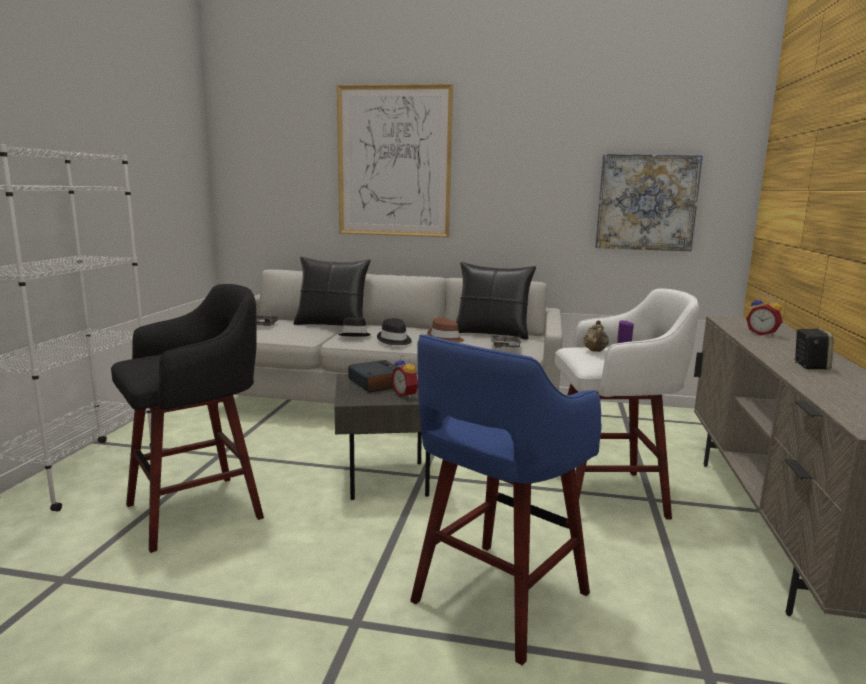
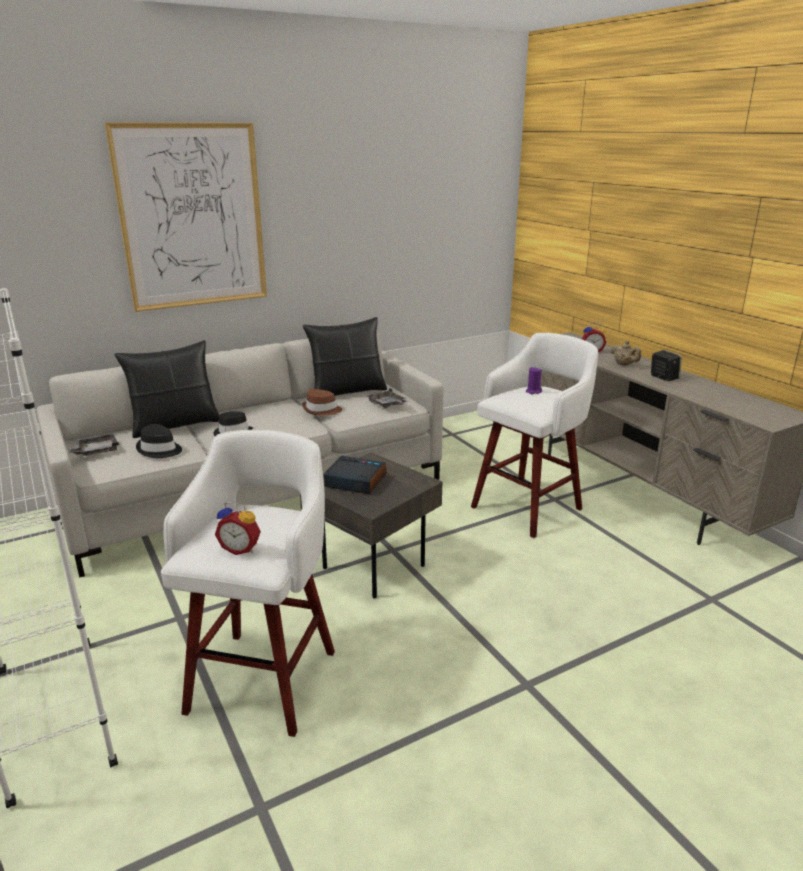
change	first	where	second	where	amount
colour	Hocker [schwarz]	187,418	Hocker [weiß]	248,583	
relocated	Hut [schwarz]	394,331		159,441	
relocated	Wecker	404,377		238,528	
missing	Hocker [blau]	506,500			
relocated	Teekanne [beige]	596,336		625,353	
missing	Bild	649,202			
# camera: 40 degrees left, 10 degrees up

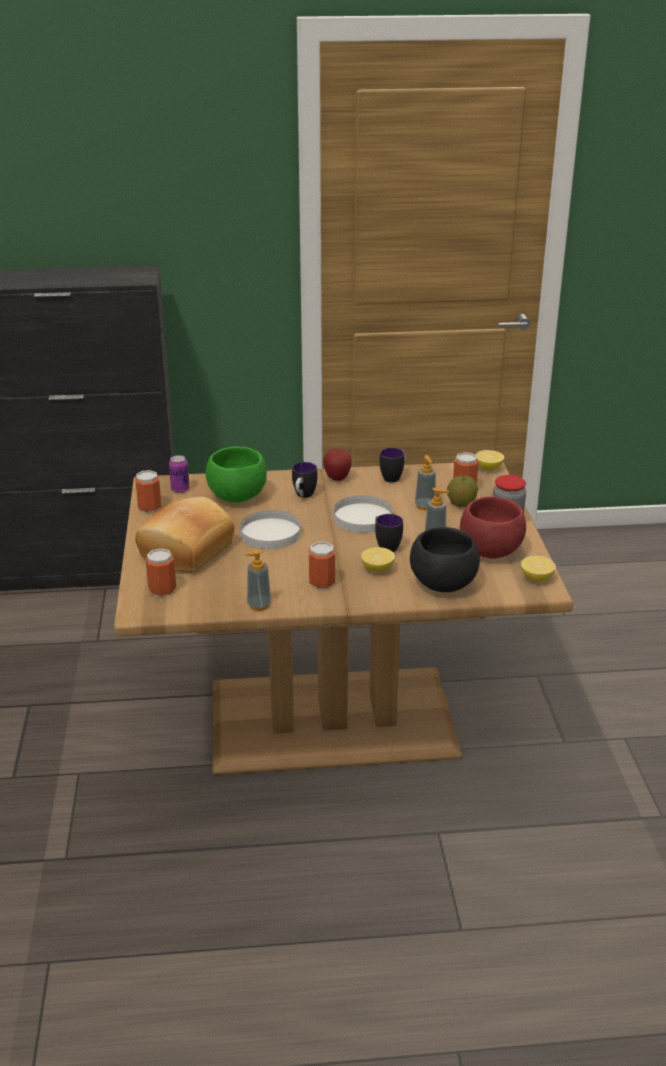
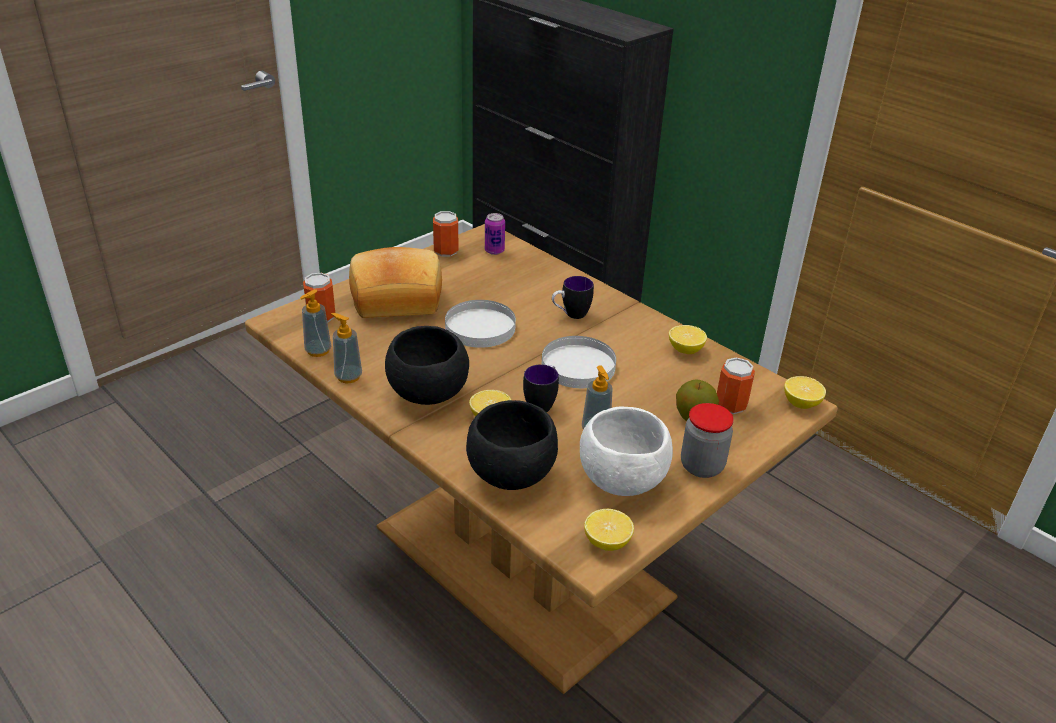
change	first	where	second	where	amount
missing	Schüssel [grün]	236,474			
exchanged	Dose	322,565	Schüssel [schwarz]	427,365	
missing	Apfel	337,465			
exchanged	Henkelbecher	393,465	Zitrone	688,339	
relocated	Seifenspender	425,482		315,323	
colour	Schüssel [rot]	493,527	Schüssel [weiß]	626,451	
# camera: 50 degrees right, 5 degrees up

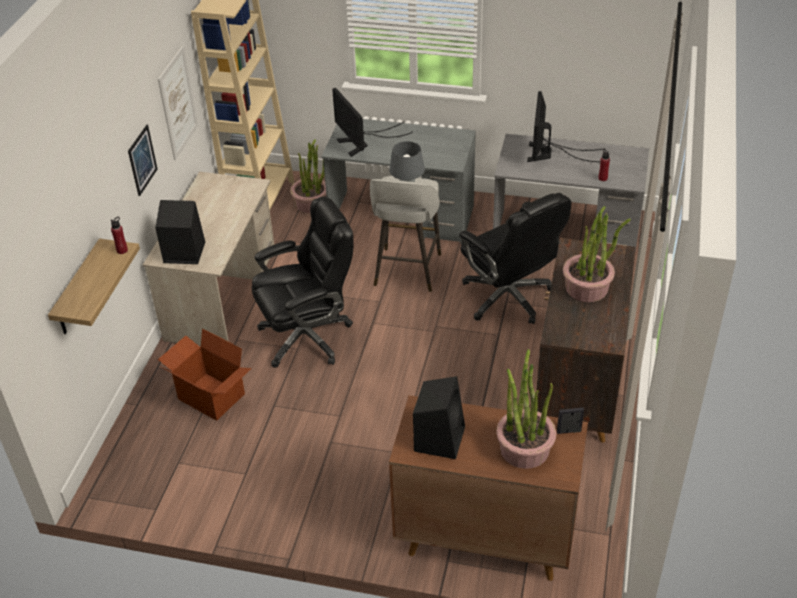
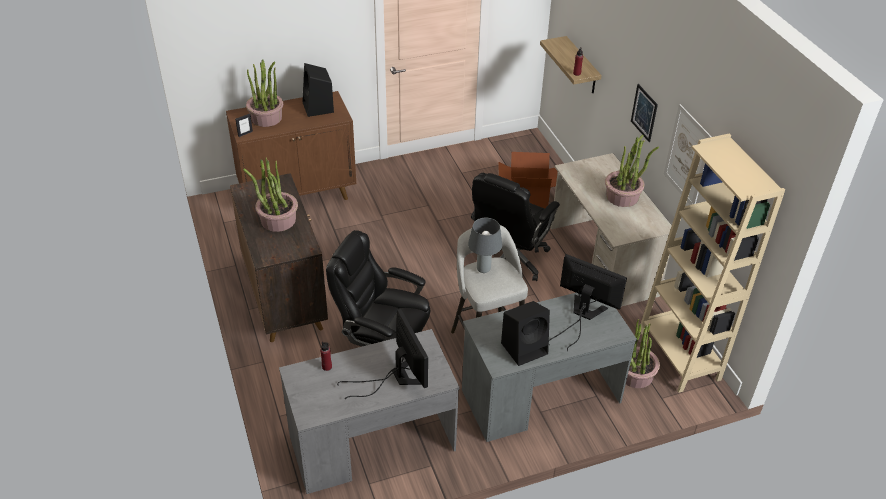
change	first	where	second	where	amount
relocated	Lautsprecher [schwarz]	180,232		525,333	
appeared			Topfpflanze	632,171	
# camera: 145 degrees right, 0 degrees up

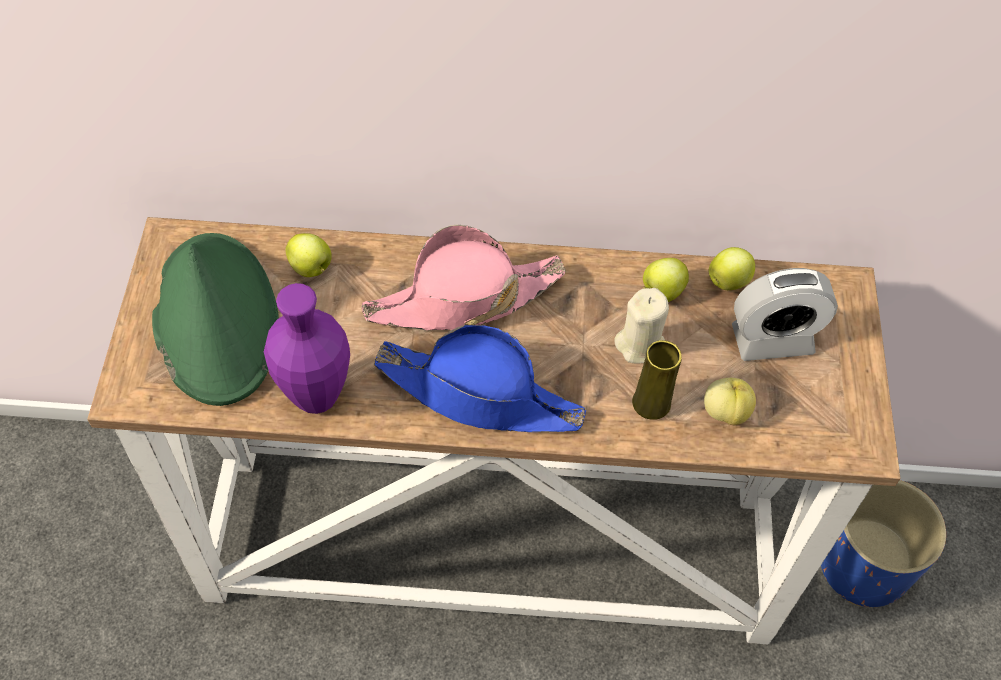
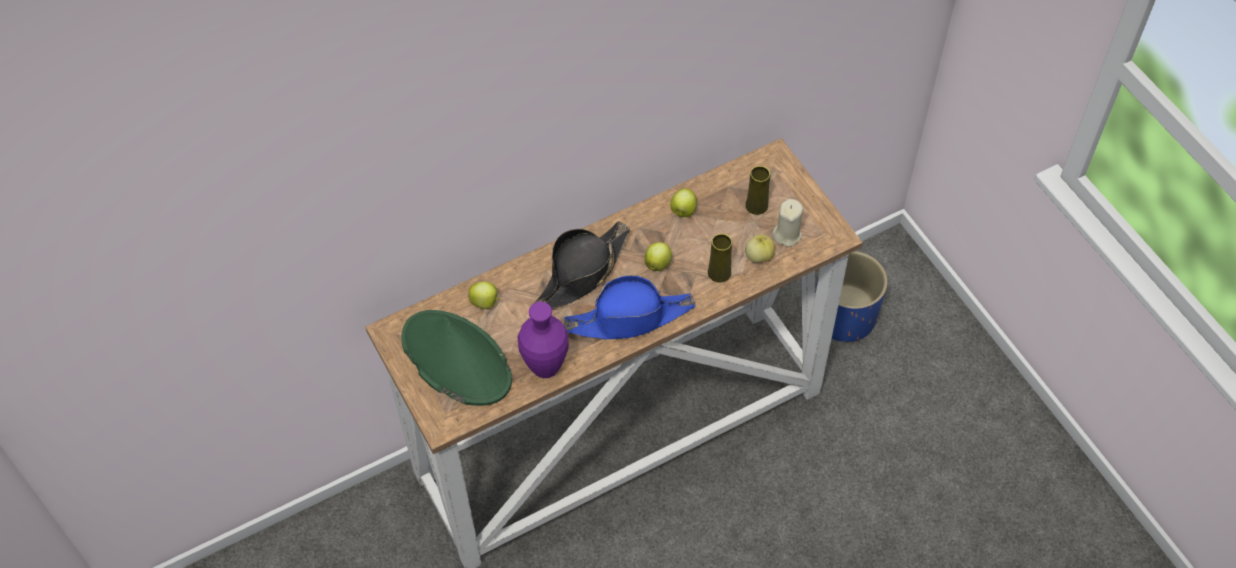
change	first	where	second	where	amount
colour	Hut [rosa]	464,277	Hut [schwarz]	581,265	
relocated	Kerze [beige]	641,325		787,223	
relocated	Apfel	731,268		658,256	
exchanged	Wecker	785,314	Vase [gelb]	758,190	
# camera: 30 degrees left, 0 degrees up

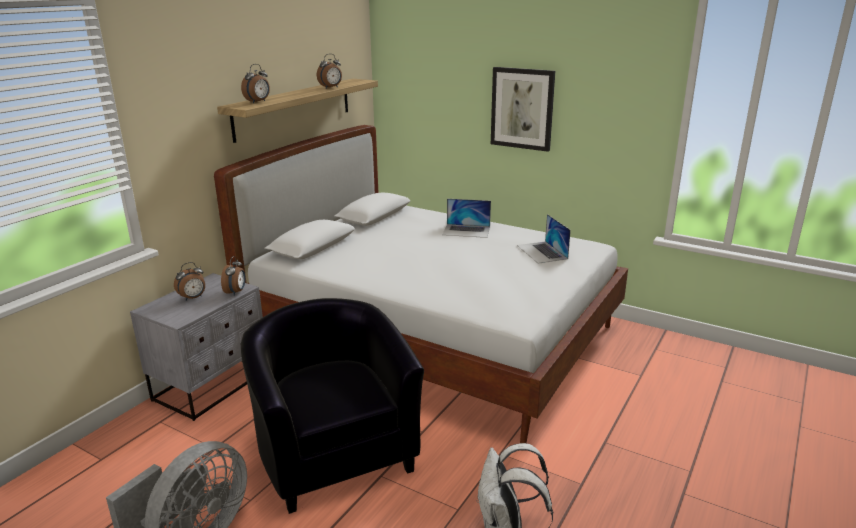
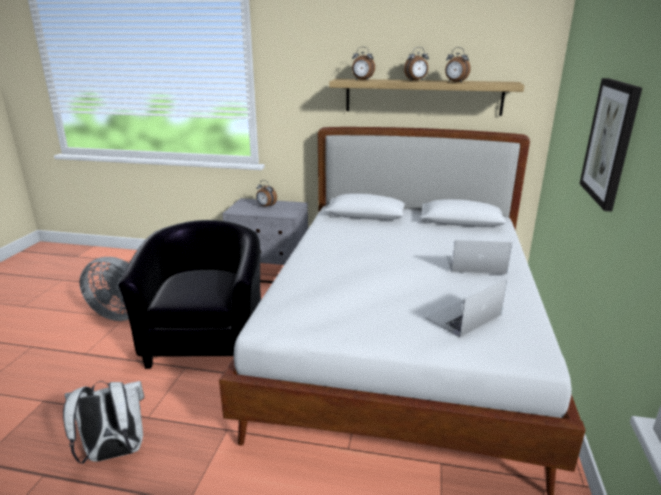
change	first	where	second	where	amount
relocated	Wecker	233,276		416,64	
spun	Sessel [schwarz]	332,406		189,294	45 degrees counterclockwise
spun	Laptop	466,218		479,257	105 degrees clockwise
# camera: 70 degrees right, 0 degrees up

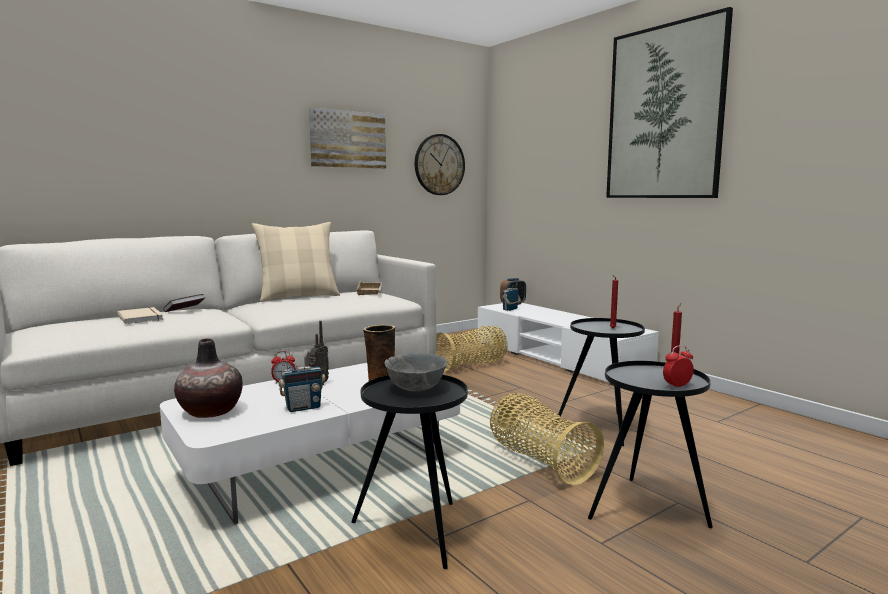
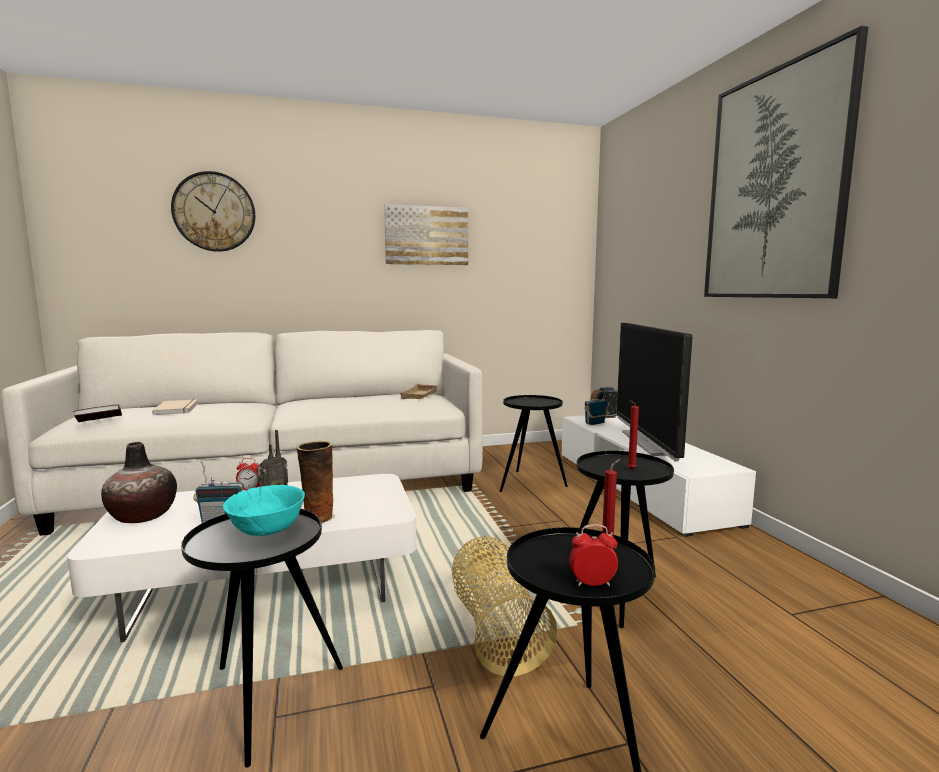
change	first	where	second	where	amount
relocated	Buch	184,303		97,413	
missing	Kissen [beige]	296,262			
colour	Schüssel [grau]	416,372	Schüssel [türkis]	264,510	
relocated	Wanduhr	440,164		213,211	
exchanged	Korb	472,349	Beistelltisch [schwarz]	534,443	
appeared			Fernseher	655,392	
# camera: 20 degrees right, 0 degrees up

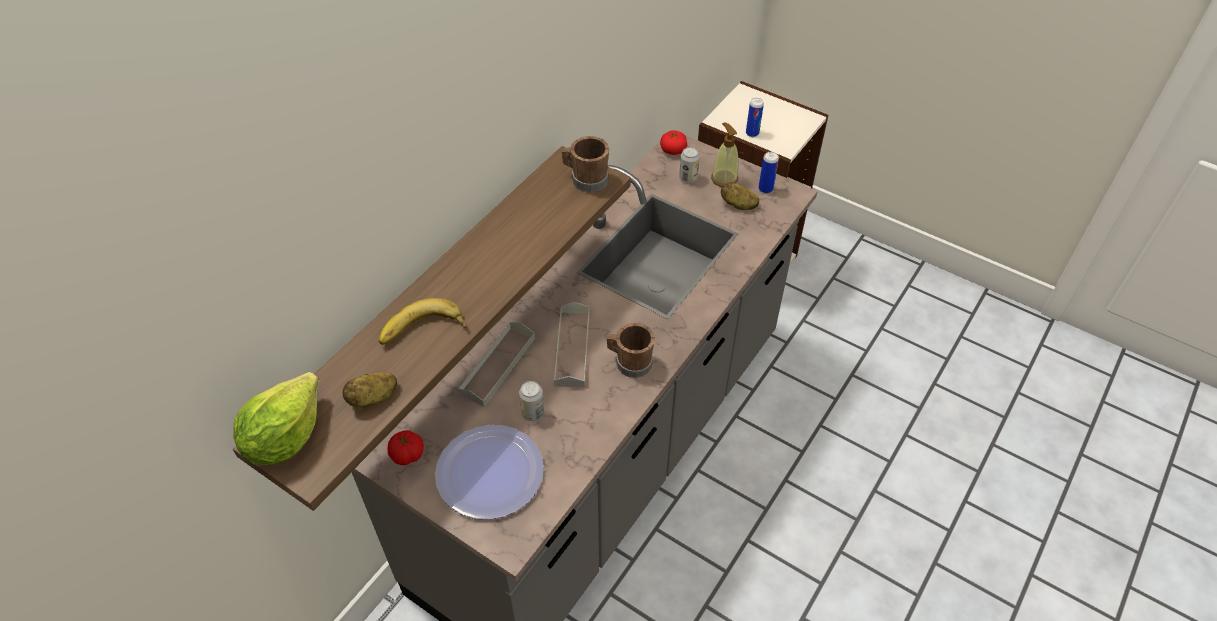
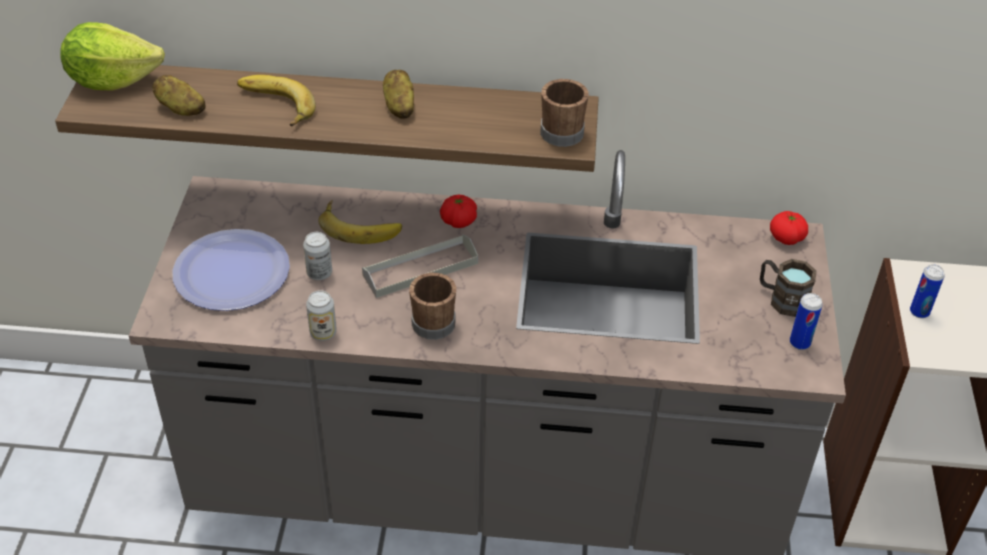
change	first	where	second	where	amount
relocated	Tomate	405,447		458,211	
exchanged	Tablett [grau]	496,364	Banane	360,222	
relocated	Dose	689,165		321,315	
exchanged	Seifenspender	725,154	Henkelbecher [braun]	788,288	
relocated	Kartoffel	740,196		398,94	
# camera: 60 degrees right, 5 degrees down

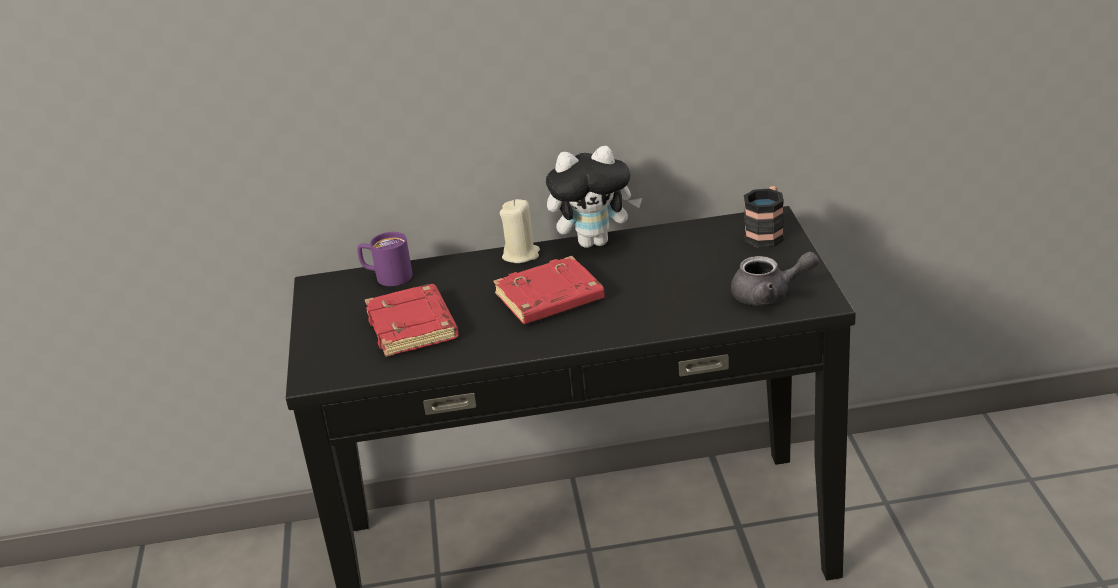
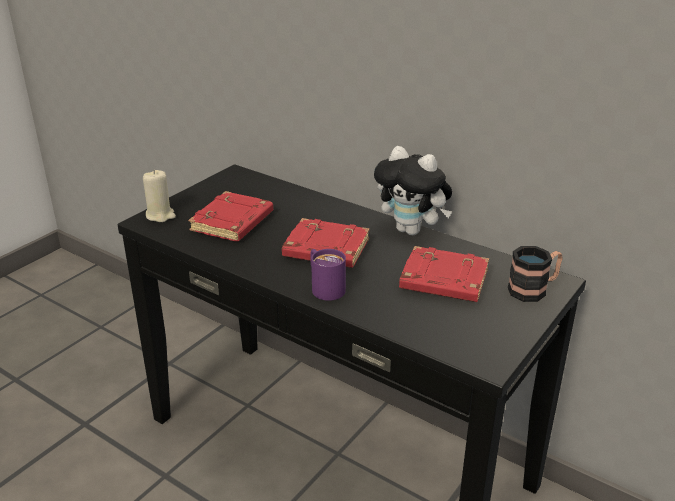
change	first	where	second	where	amount
relocated	Henkelbecher [lila]	385,259		328,275	
relocated	Kerze [beige]	520,231		159,196	
missing	Teekanne [grau]	775,278			
appeared			Buch [rot]	444,274	
# camera: 40 degrees right, 0 degrees up

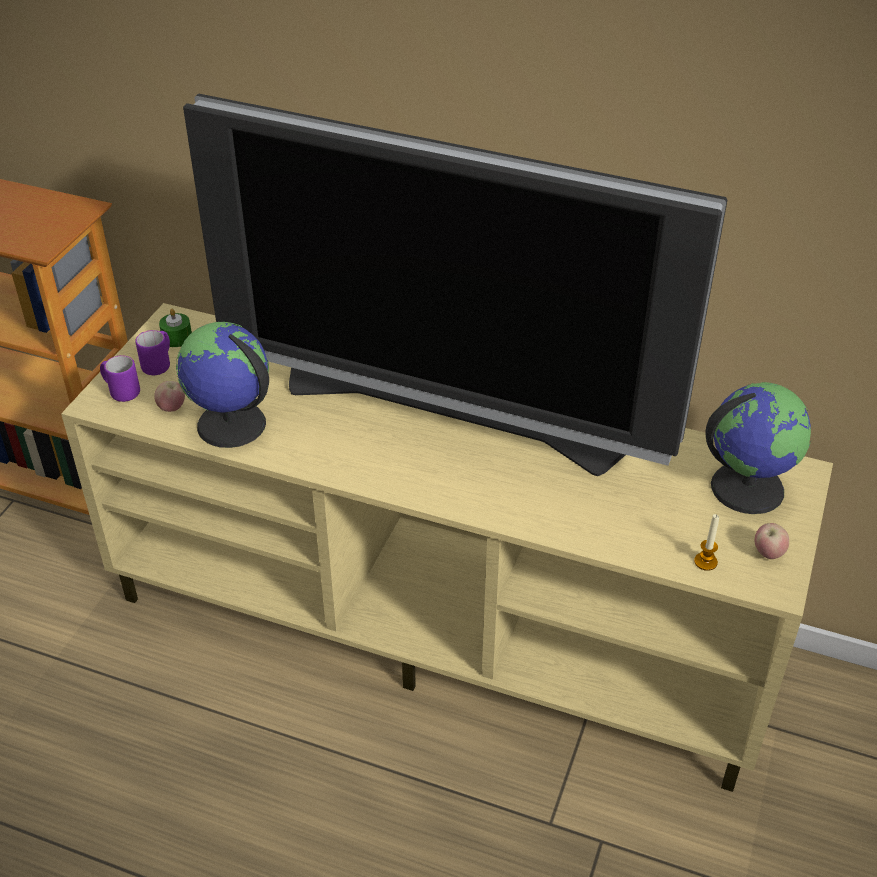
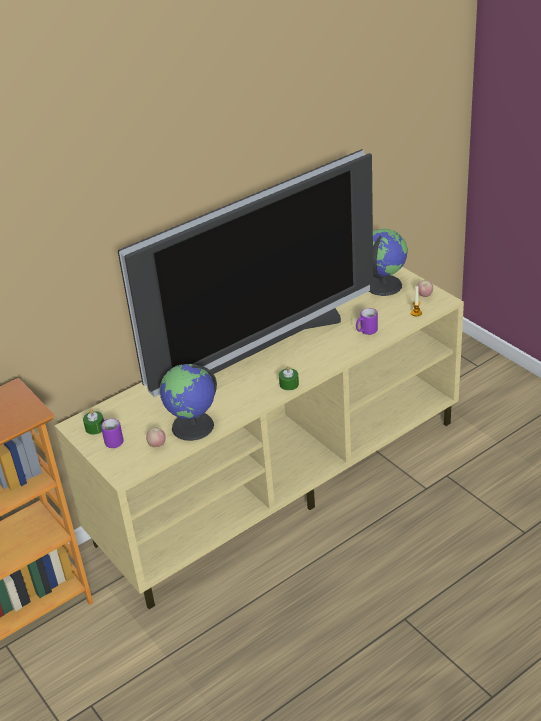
change	first	where	second	where	amount
relocated	Henkelbecher [lila]	120,378		367,321	
appeared			Kerze [grün]	289,378	
# camera: 55 degrees left, 5 degrees down

